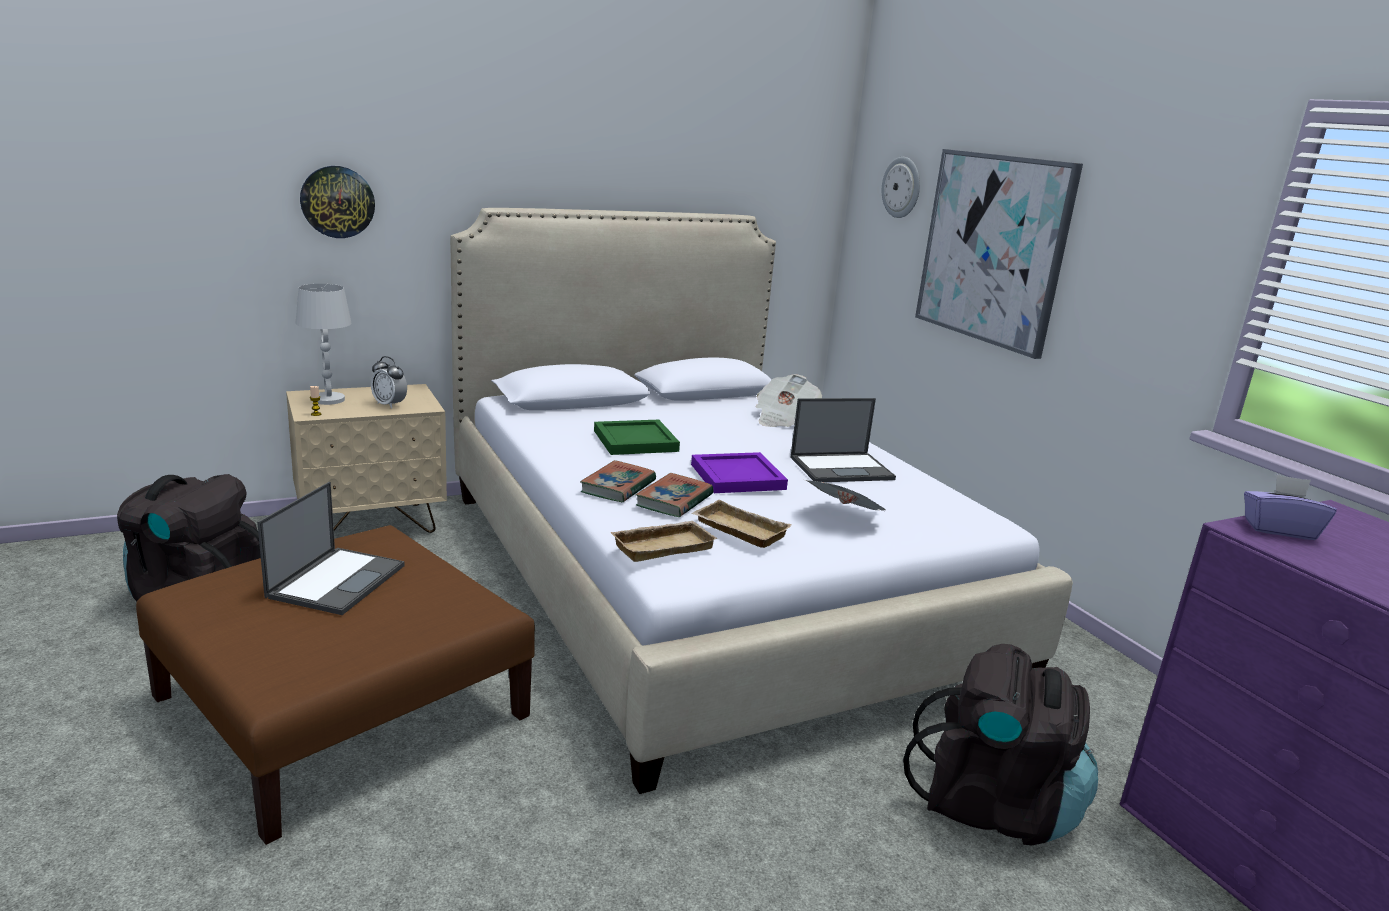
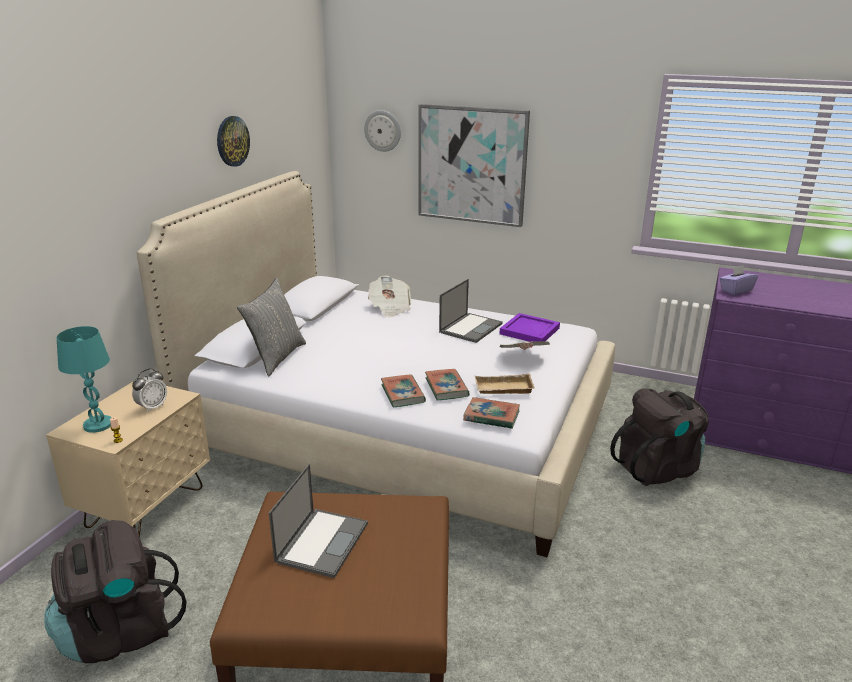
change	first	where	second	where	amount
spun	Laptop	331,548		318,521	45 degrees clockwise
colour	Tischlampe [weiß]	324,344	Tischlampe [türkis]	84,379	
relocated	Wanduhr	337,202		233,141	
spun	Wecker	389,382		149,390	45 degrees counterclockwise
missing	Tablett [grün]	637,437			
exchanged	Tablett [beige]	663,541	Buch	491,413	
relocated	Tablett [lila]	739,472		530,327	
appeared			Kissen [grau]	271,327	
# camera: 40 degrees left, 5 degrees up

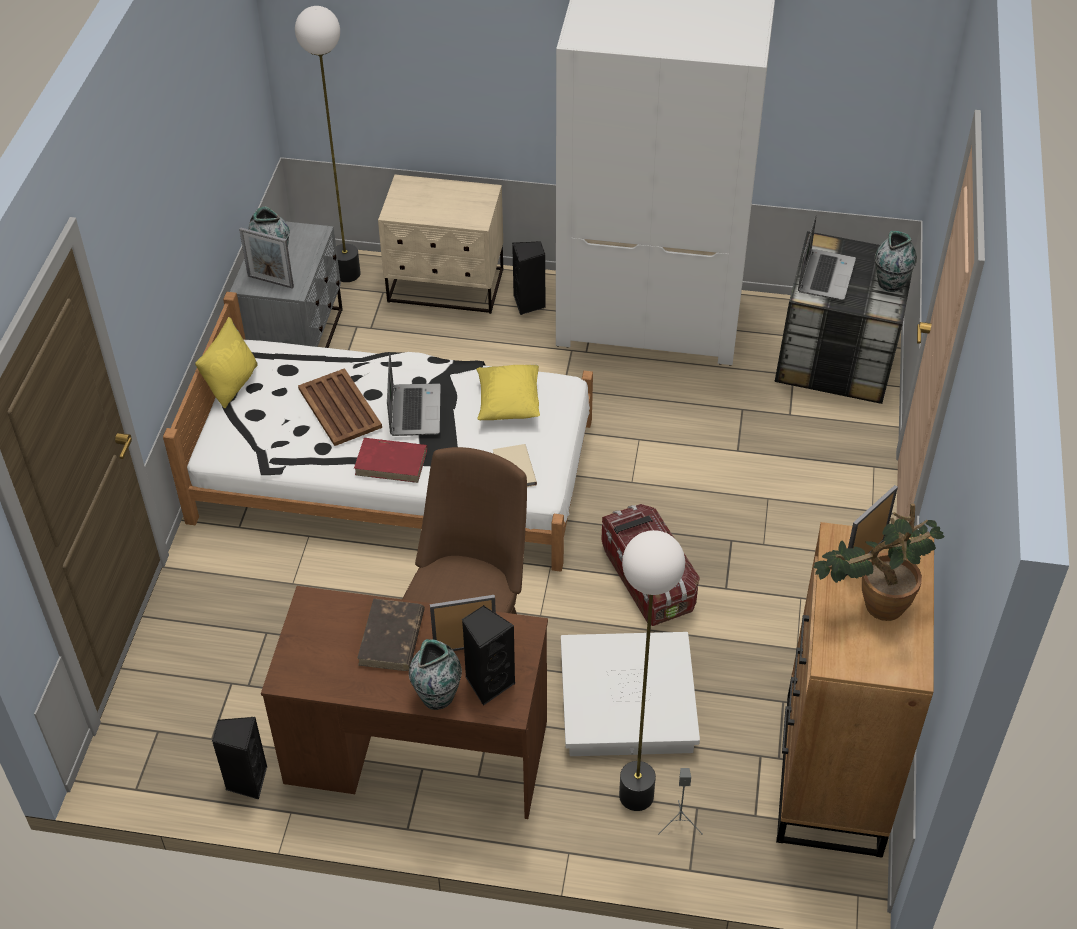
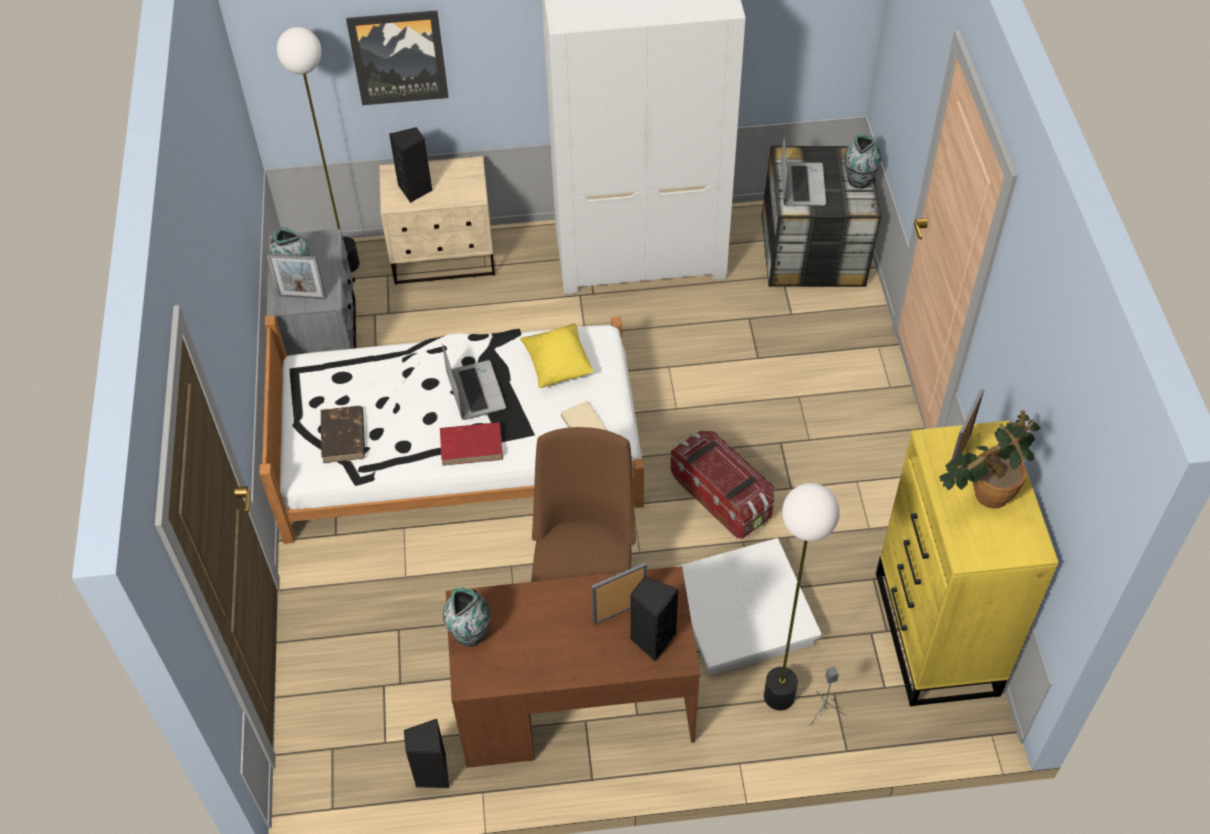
change	first	where	second	where	amount
missing	Kissen [gelb]	226,362			
missing	Tablett [braun]	340,407			
relocated	Buch [braun]	391,635		343,434	
relocated	Vase	435,674		467,617	
relocated	Lautsprecher [schwarz]	529,278		411,165	
colour	Kommode [braun]	855,689	Kommode [gelb]	967,564	
appeared			Bild	397,57	
# camera: 15 degrees left, 5 degrees up

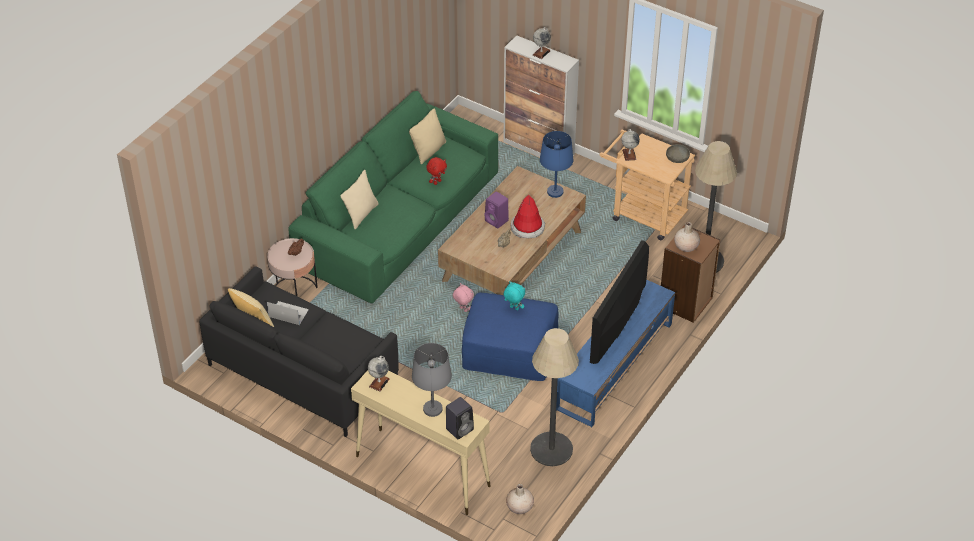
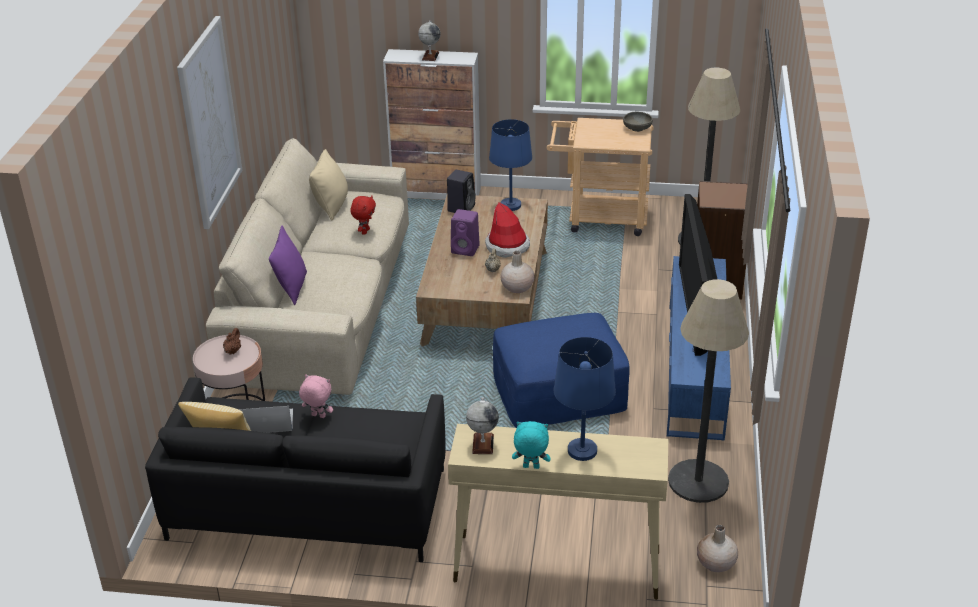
change	first	where	second	where	amount
colour	Sofa [grün]	393,197	Sofa [beige]	307,266	
colour	Kissen [beige]	359,199	Kissen [lila]	288,265	
colour	Tischlampe [grau]	432,380	Tischlampe [blau]	585,399	
relocated	Lautsprecher [schwarz]	460,418		461,191	
relocated	Plüschtier [rosa]	463,297		316,396	
relocated	Plüschtier [türkis]	514,296		531,445	
missing	Globus	630,145			
relocated	Vase [beige]	687,237		517,272	
appeared			Bild	209,122	
# camera: 25 degrees left, 10 degrees down

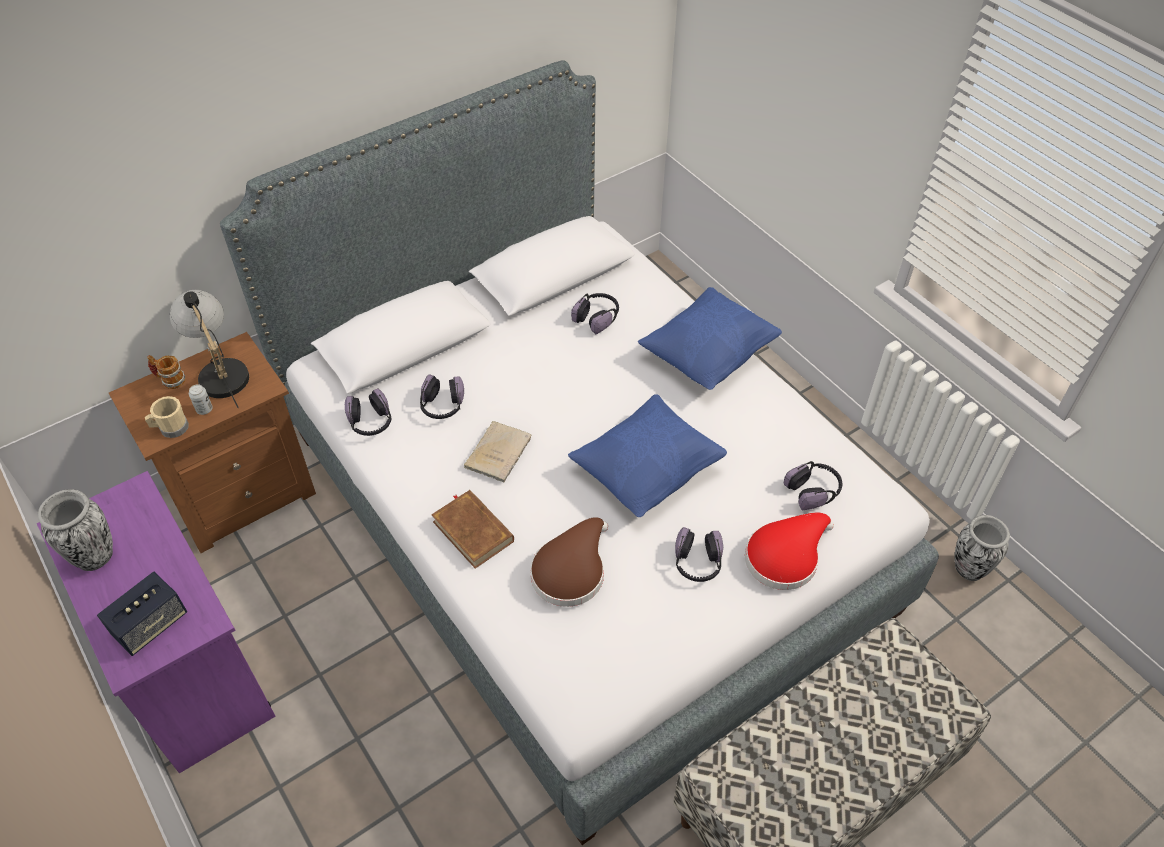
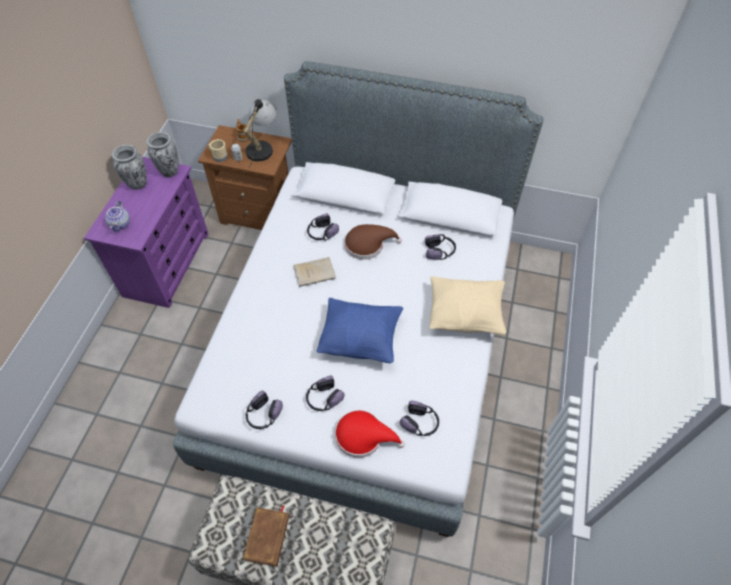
change	first	where	second	where	amount
exchanged	Lautsprecher	142,614	Teekanne	117,216	
relocated	Kopfhörer	368,412		264,410	
relocated	Buch [braun]	473,529		266,536	
relocated	Hut [braun]	569,562		373,242	
colour	Kissen [blau]	710,338	Kissen [beige]	467,305	
relocated	Vase	982,548		163,154	
# camera: 50 degrees right, 5 degrees up

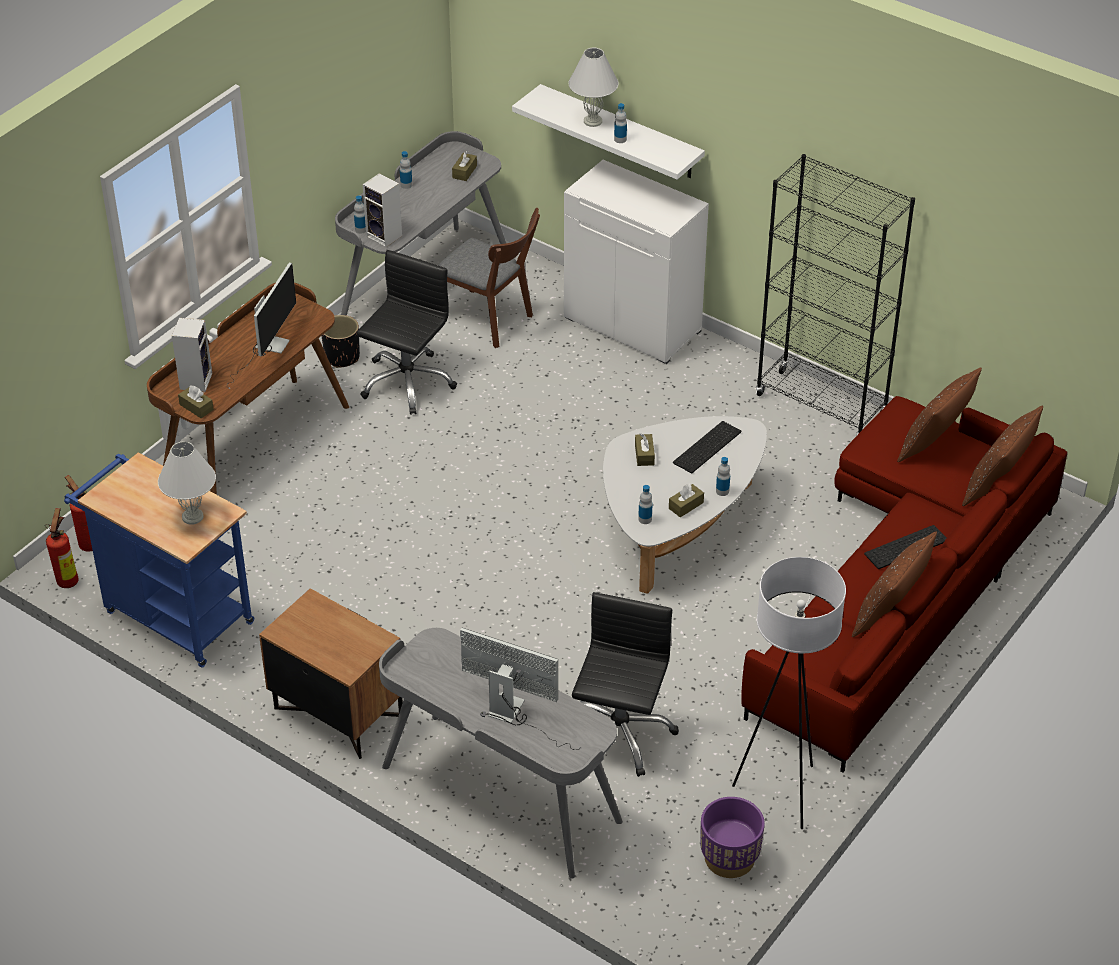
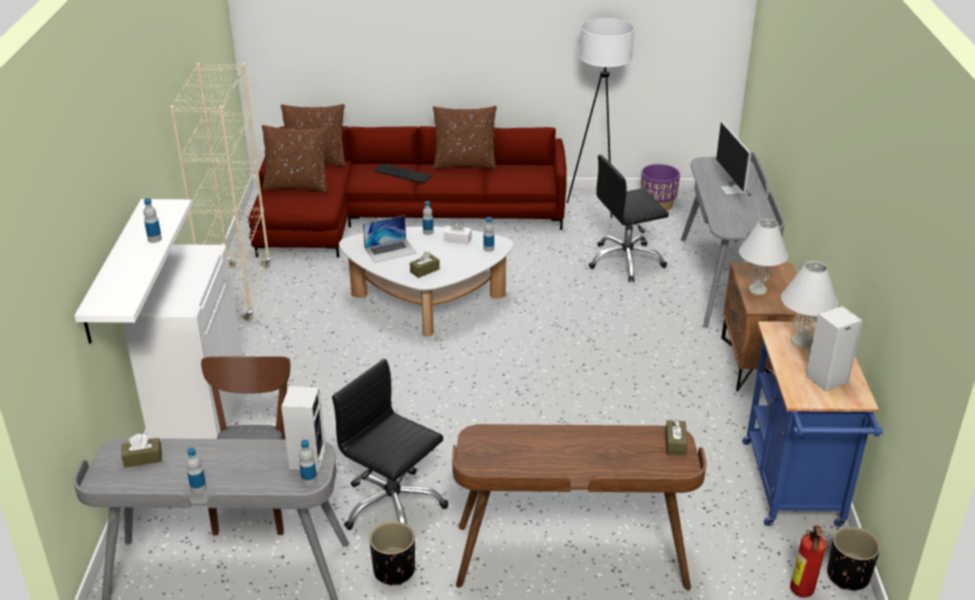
change	first	where	second	where	amount
exchanged	Feuerlöscher	62,548	Pflanzkübel [schwarz]	853,558	
relocated	Lautsprecher	192,355		834,348	
missing	Monitor	261,326			
spun	Bürostuhl [schwarz]	407,332		390,444	45 degrees clockwise
relocated	Tischlampe [weiß]	594,87		763,257	
colour	Taschentuchbox [braun]	686,500	Taschentuchbox [weiß]	458,232	
exchanged	Tastatur	707,447	Laptop	389,239	
colour	Bücherregal [schwarz]	835,294	Bücherregal [beige]	220,192	
# camera: 125 degrees left, 10 degrees down

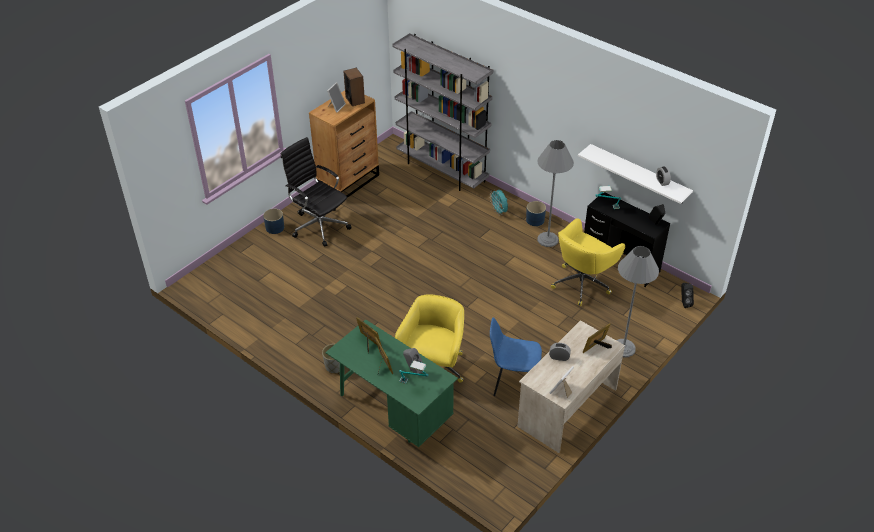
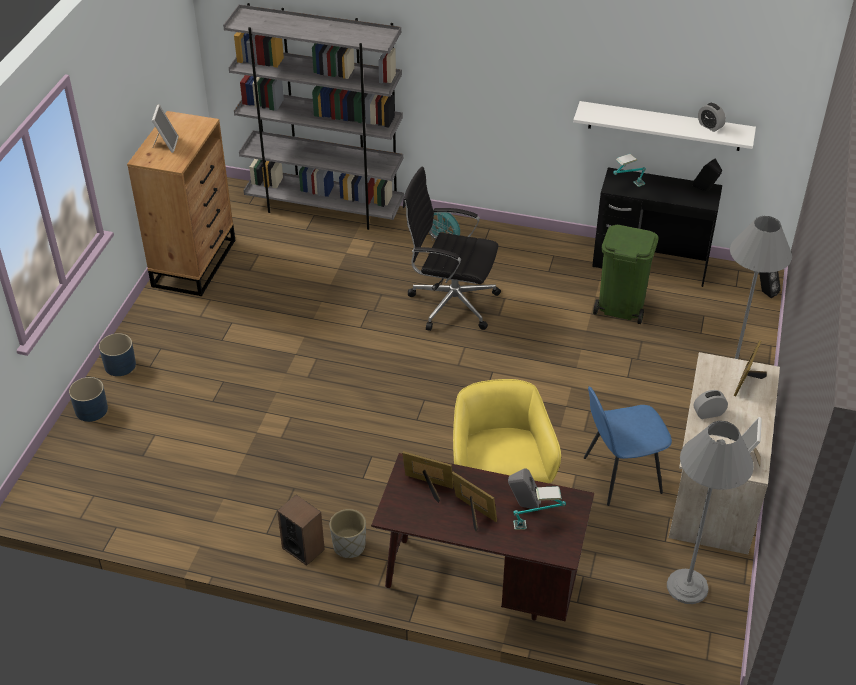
change	first	where	second	where	amount
relocated	Bürostuhl [schwarz]	316,192		452,249	
colour	Schreibtisch [grün]	391,383	Schreibtisch [braun]	482,537	
relocated	Lautsprecher	354,87		301,530	
relocated	Pflanzkübel [blau]	536,213		88,399	
relocated	Stehlampe [grau]	555,193		710,512	
exchanged	Bürostuhl [gelb]	588,262	Mülleimer [grün]	626,274	
# camera: 25 degrees left, 0 degrees up

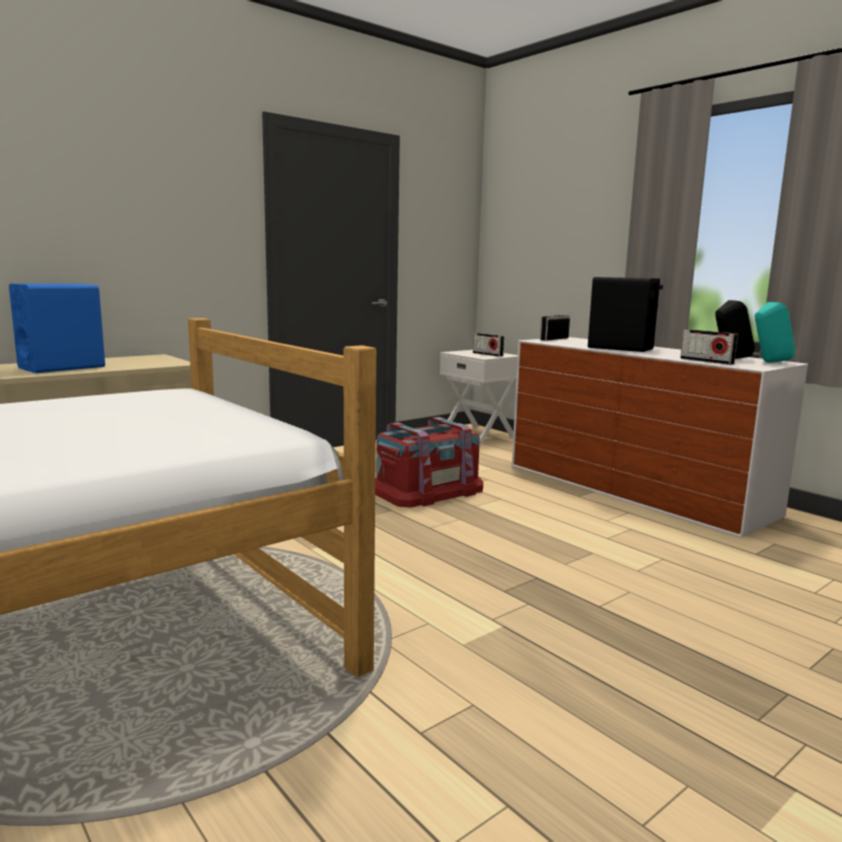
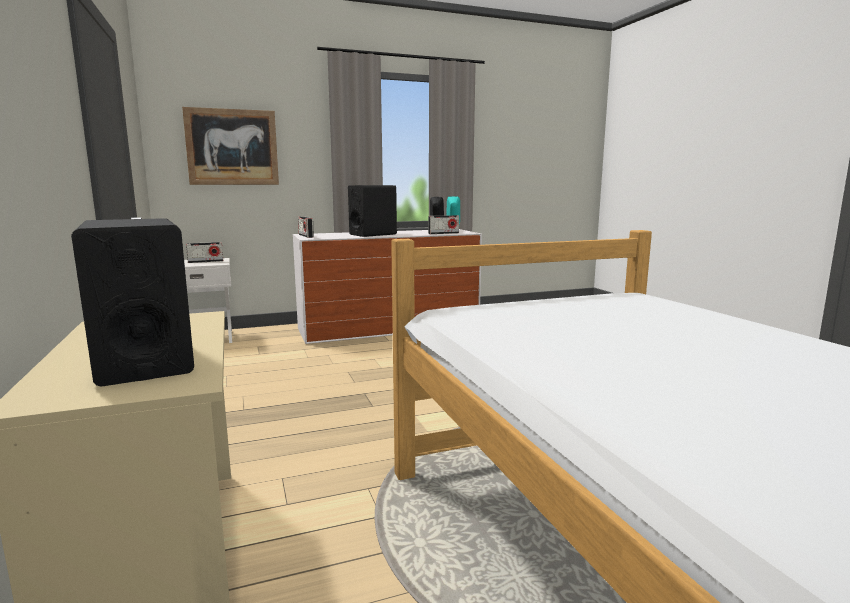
change	first	where	second	where	amount
colour	Lautsprecher [blau]	57,328	Lautsprecher [schwarz]	132,302	
missing	Aufbewahrungsbox [rot]	429,462			
appeared			Bild	230,146	
# camera: 70 degrees left, 0 degrees up

